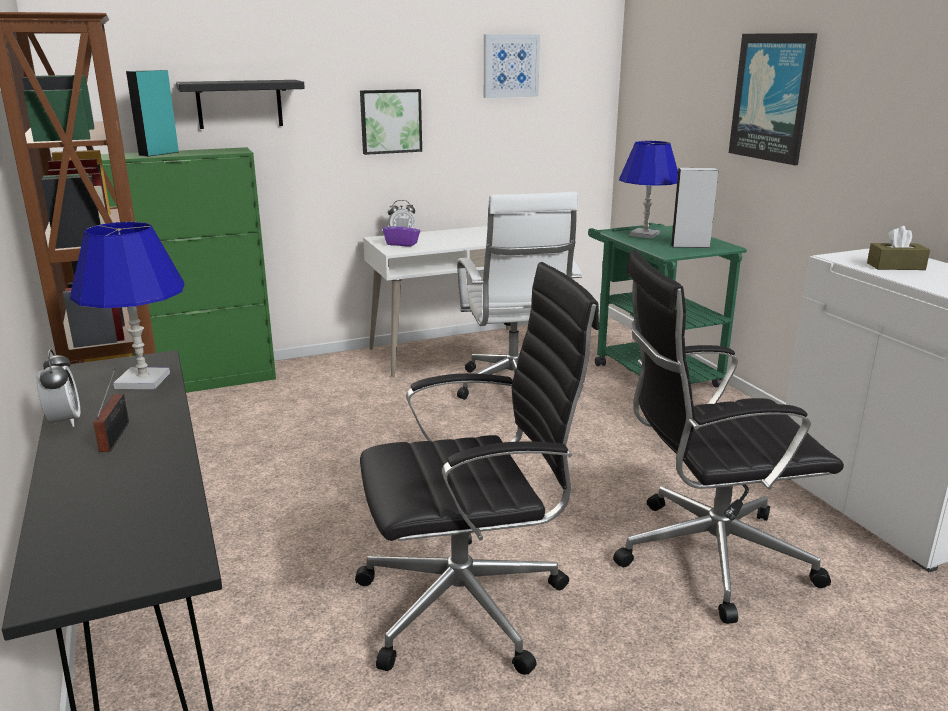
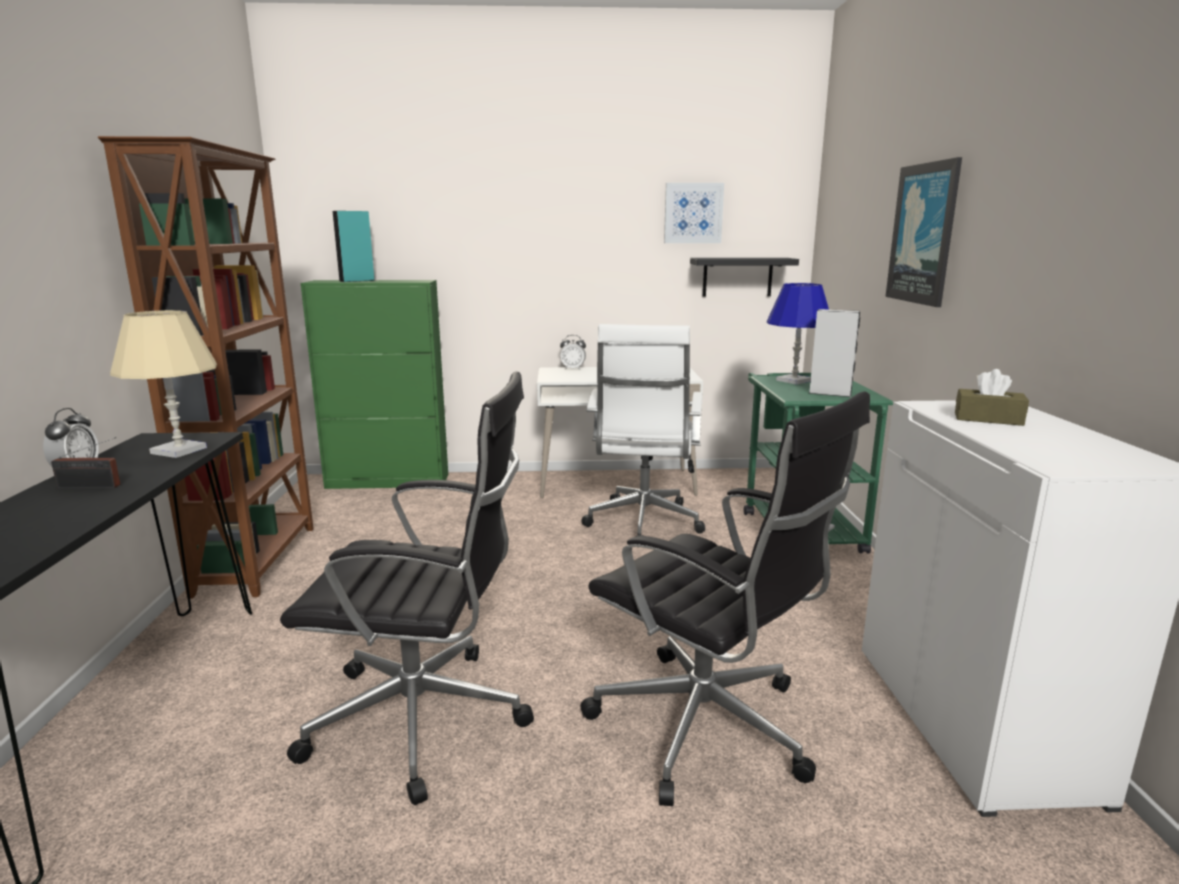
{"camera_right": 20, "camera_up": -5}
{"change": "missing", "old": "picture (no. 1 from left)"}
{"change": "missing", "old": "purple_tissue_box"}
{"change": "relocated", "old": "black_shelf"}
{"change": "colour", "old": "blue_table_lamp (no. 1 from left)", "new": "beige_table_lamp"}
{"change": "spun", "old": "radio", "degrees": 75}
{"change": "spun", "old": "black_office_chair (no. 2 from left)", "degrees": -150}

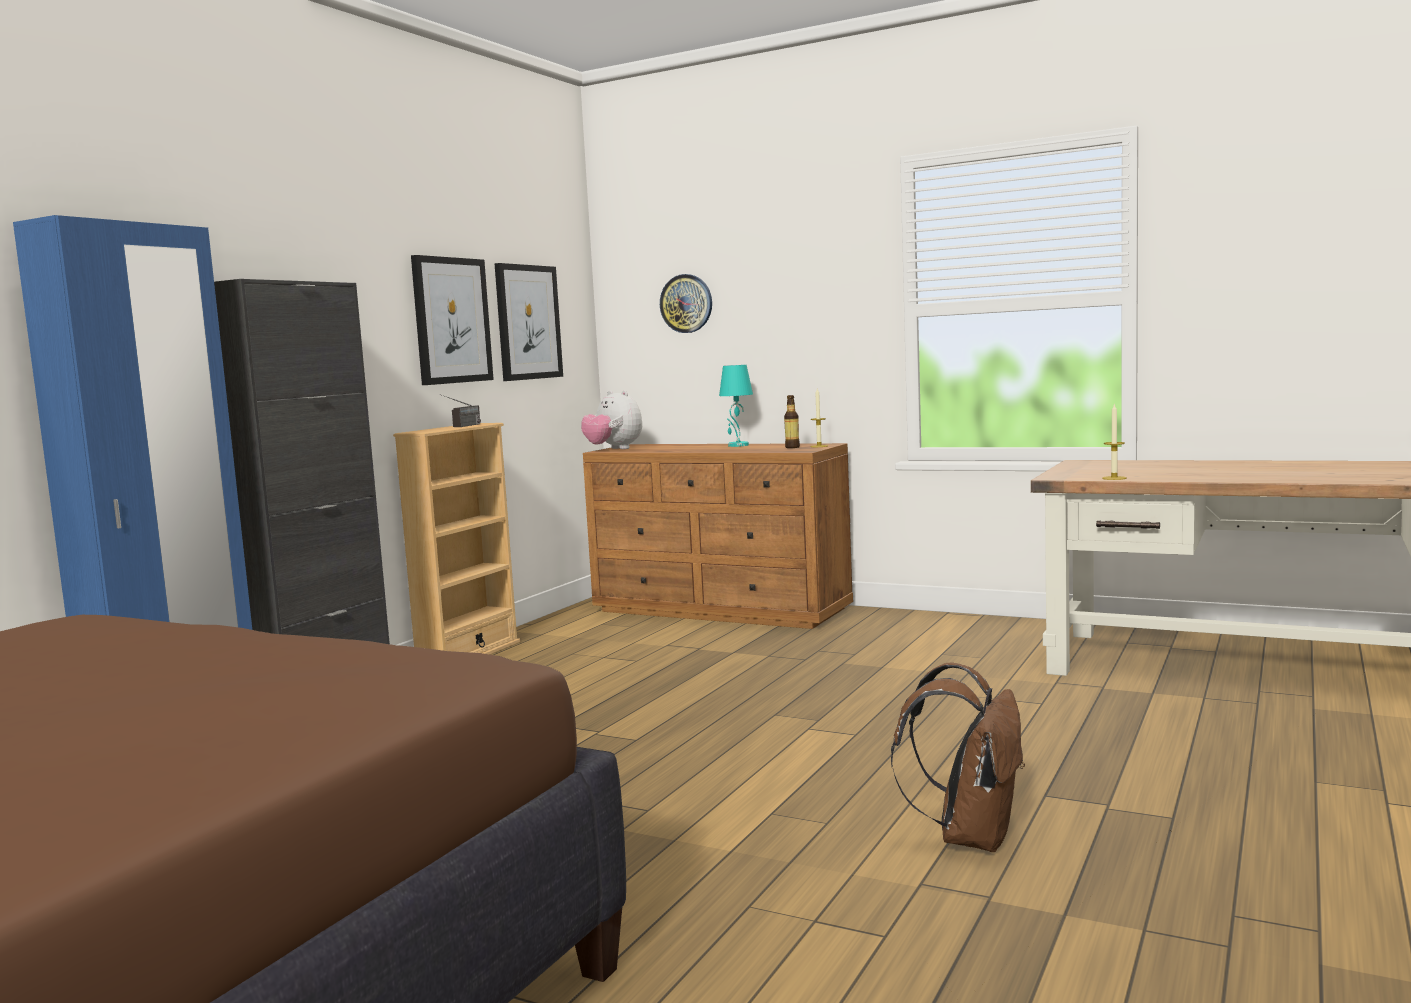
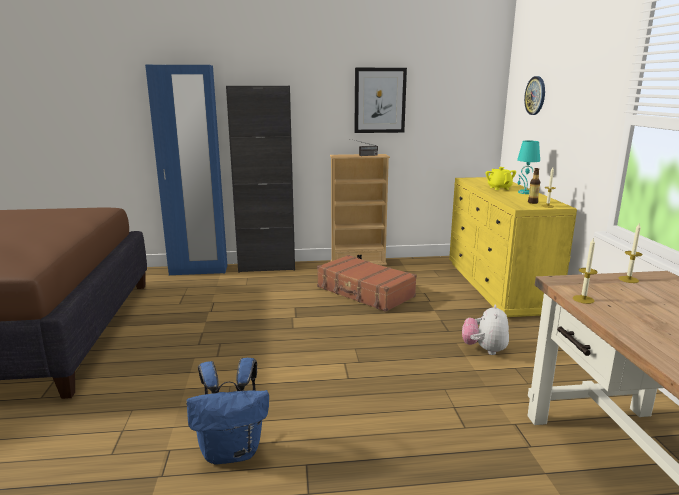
{"camera_right": 55, "camera_up": 10}
{"change": "missing", "old": "picture (no. 2 from left)"}
{"change": "appeared", "new": "brown_suitcase"}
{"change": "appeared", "new": "yellow_teapot"}
{"change": "appeared", "new": "candle (no. 3 from left)"}
{"change": "relocated", "old": "plush_toy"}
{"change": "colour", "old": "brown_dresser", "new": "yellow_dresser"}
{"change": "colour", "old": "brown_backpack", "new": "blue_backpack"}

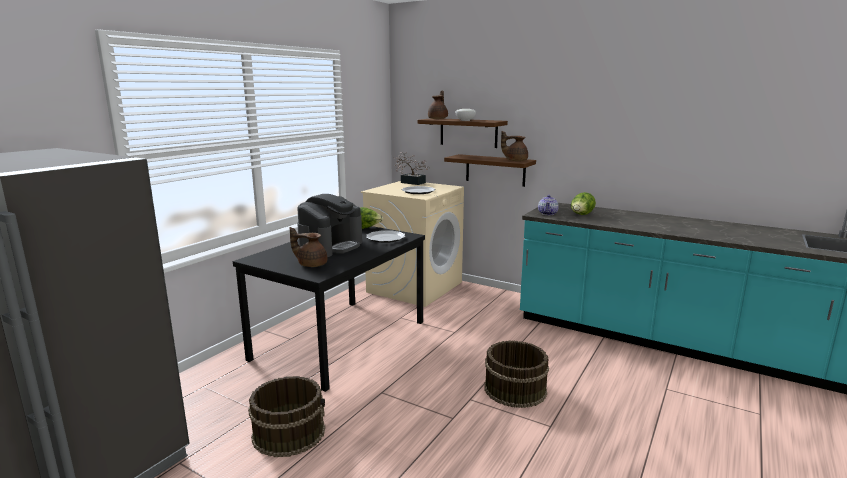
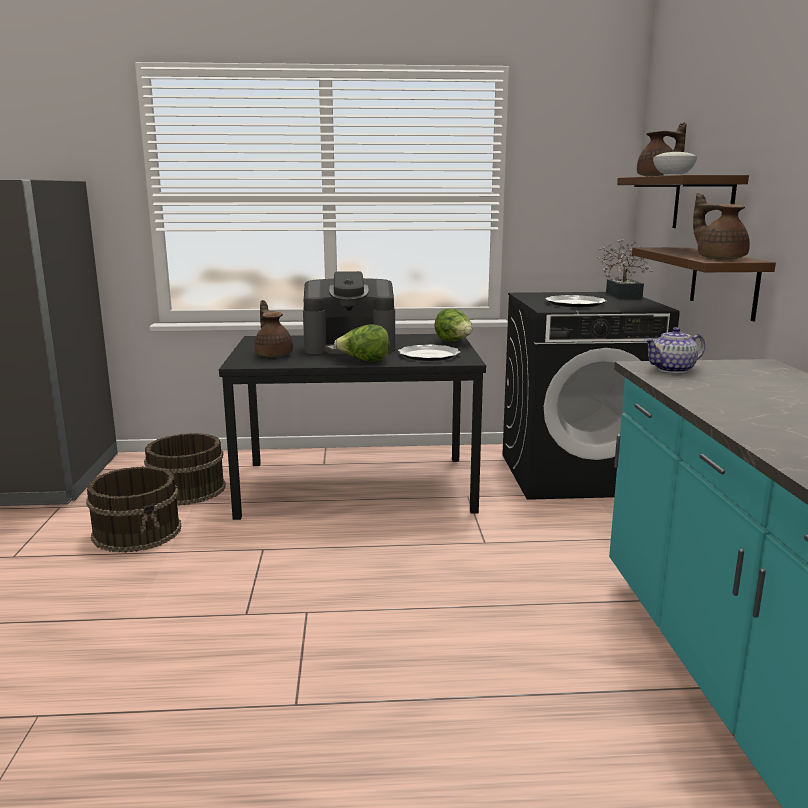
{"camera_right": 55, "camera_up": 0}
{"change": "relocated", "old": "brown_bucket (no. 2 from left)"}
{"change": "relocated", "old": "lettuce (no. 2 from left in the first image)", "new": "lettuce (no. 1 from left)"}
{"change": "colour", "old": "beige_washing_machine", "new": "black_washing_machine"}

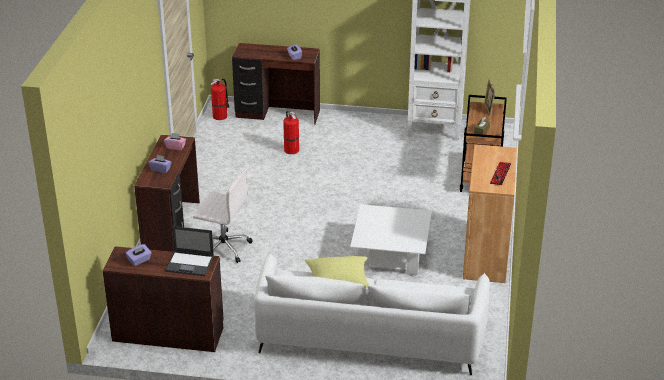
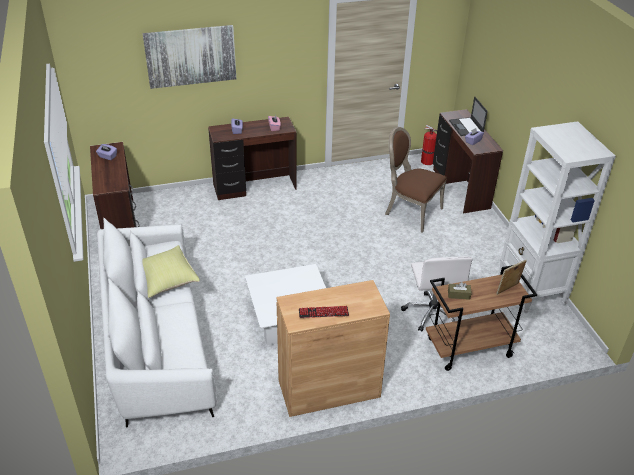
{"camera_right": 65, "camera_up": 5}
{"change": "appeared", "new": "picture"}
{"change": "relocated", "old": "laptop"}
{"change": "relocated", "old": "white_office_chair"}
{"change": "exchanged", "old": "fire_extinguisher (no. 2 from left)", "new": "brown_chair"}

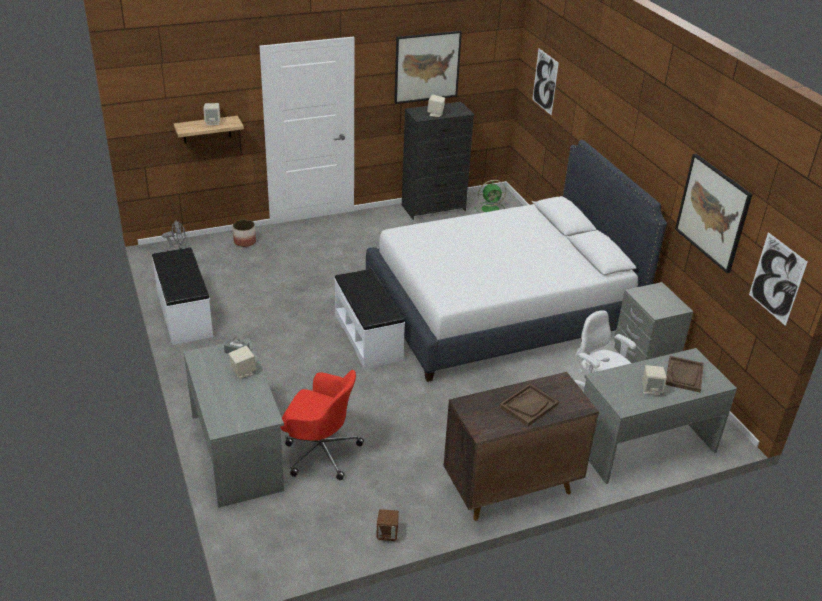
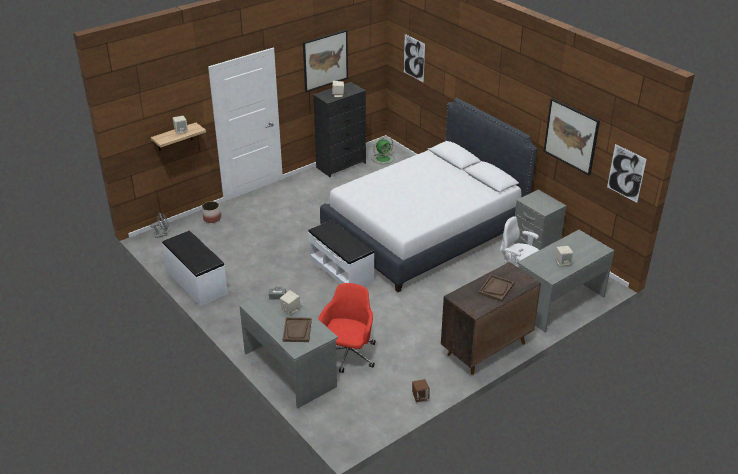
{"camera_right": -15, "camera_up": 0}
{"change": "relocated", "old": "brown_tray (no. 2 from left in the first image)", "new": "brown_tray (no. 1 from left)"}
{"change": "spun", "old": "red_office_chair", "degrees": -75}

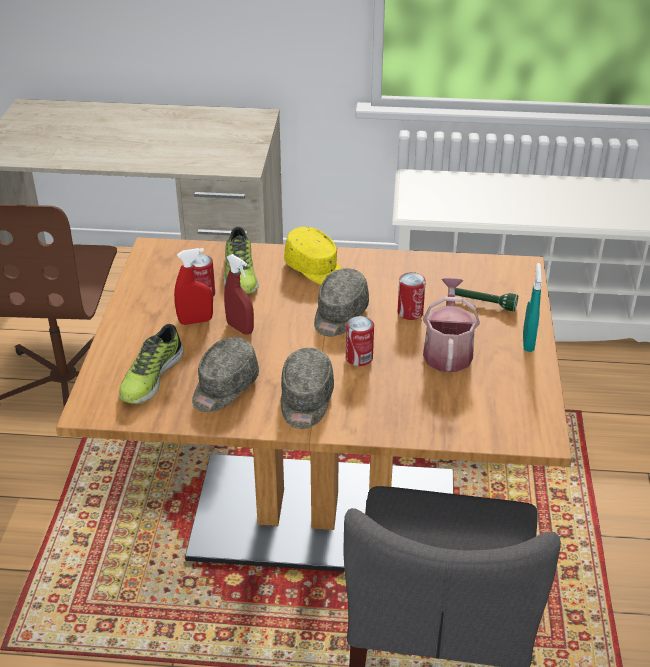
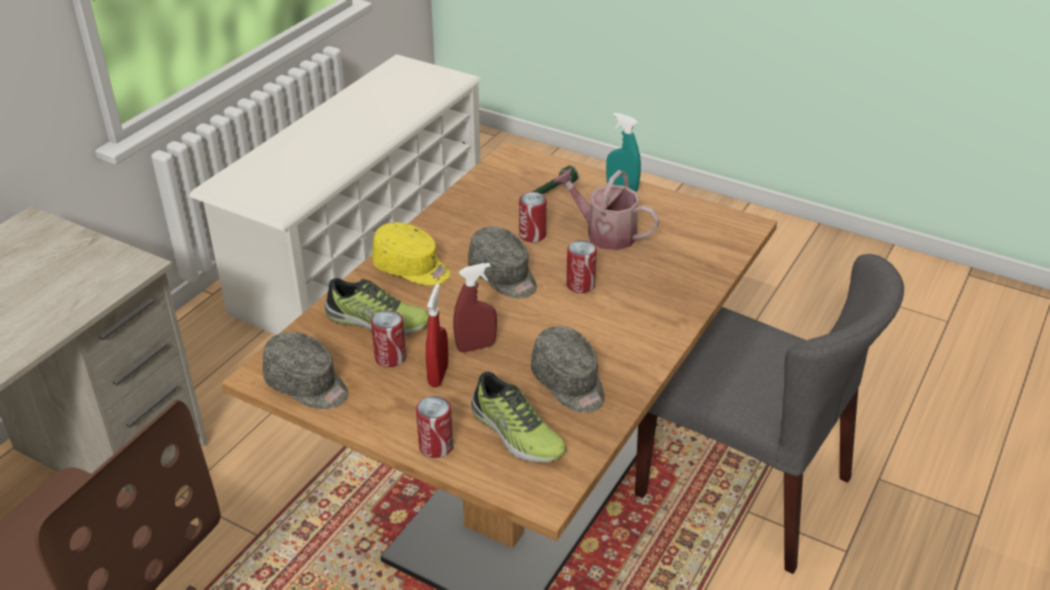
{"camera_right": -65, "camera_up": 0}
{"change": "appeared", "new": "can (no. 2 from left)"}
{"change": "relocated", "old": "grey_cap (no. 2 from left in the first image)", "new": "grey_cap (no. 1 from left)"}
{"change": "spun", "old": "yellow_cap", "degrees": 45}

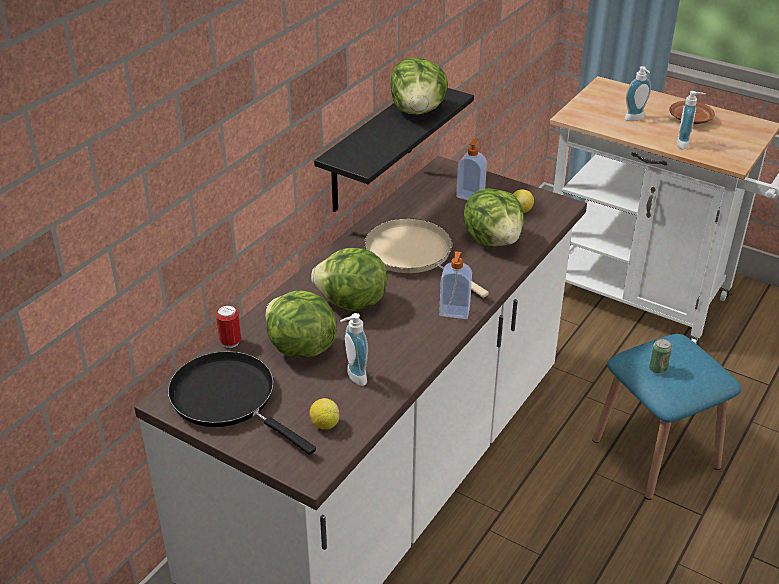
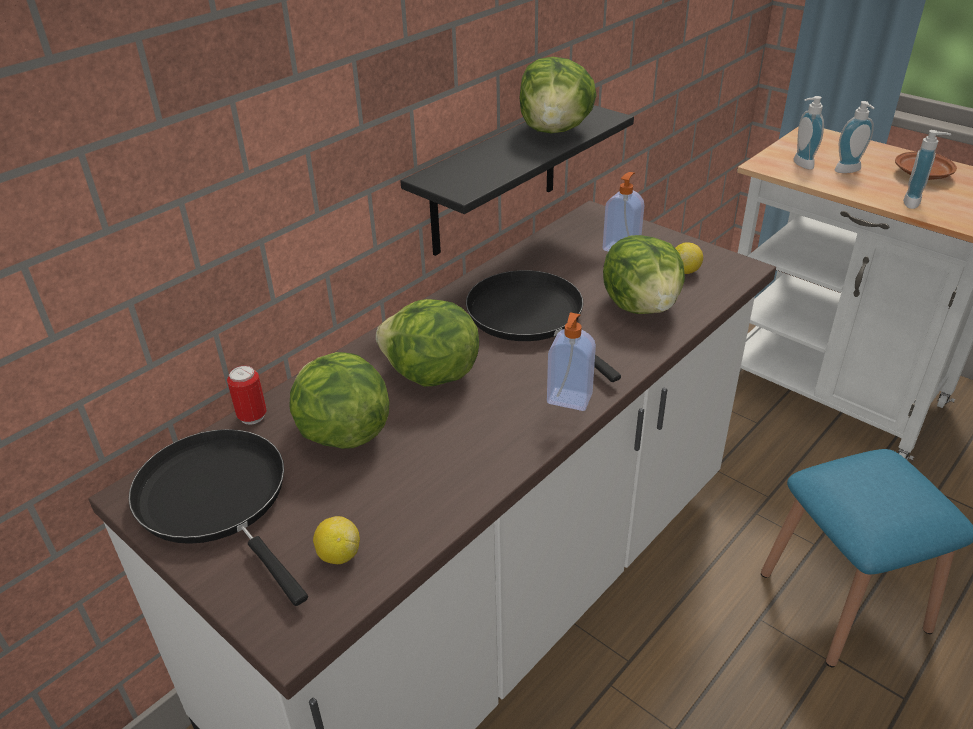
{"camera_right": 10, "camera_up": 0}
{"change": "missing", "old": "can (no. 2 from left)"}
{"change": "relocated", "old": "soap_dispenser (no. 1 from left in the first image)", "new": "soap_dispenser (no. 3 from left)"}
{"change": "colour", "old": "beige_frying_pan", "new": "black_frying_pan (no. 2 from left)"}

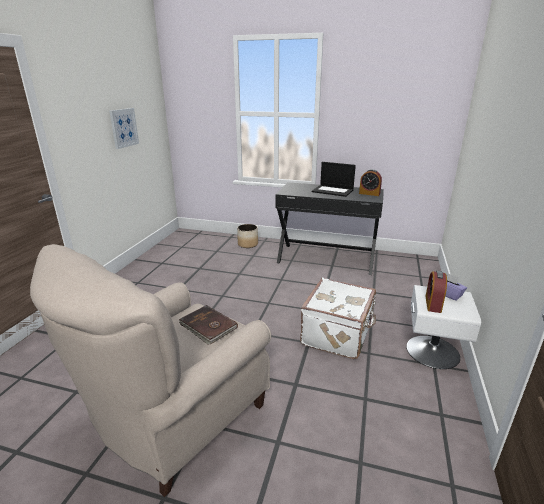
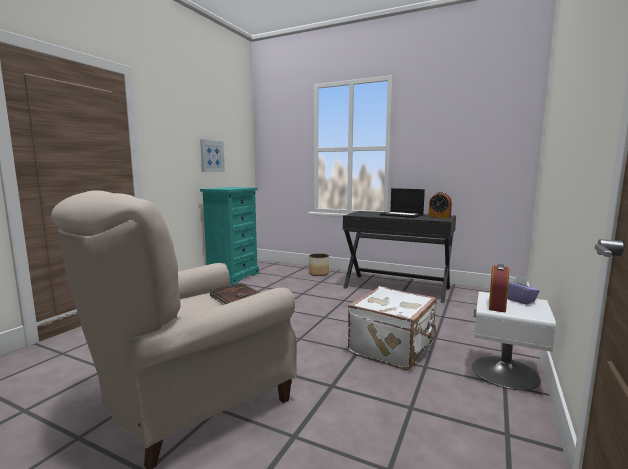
{"camera_right": 10, "camera_up": -15}
{"change": "appeared", "new": "turquoise_dresser"}

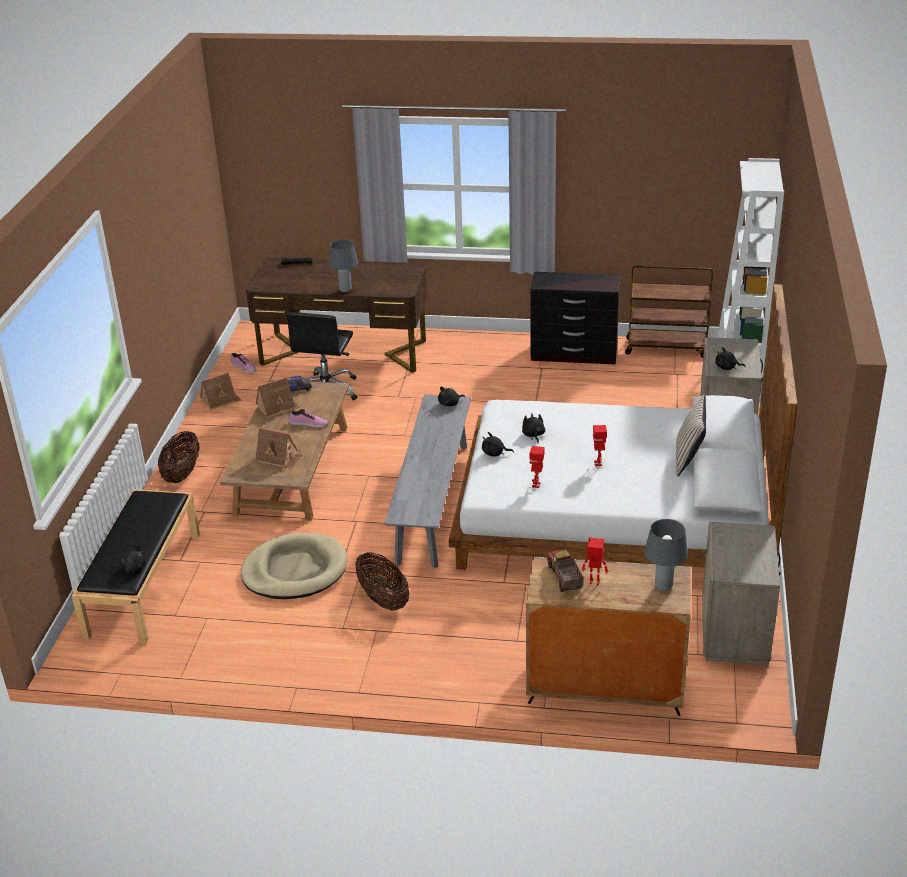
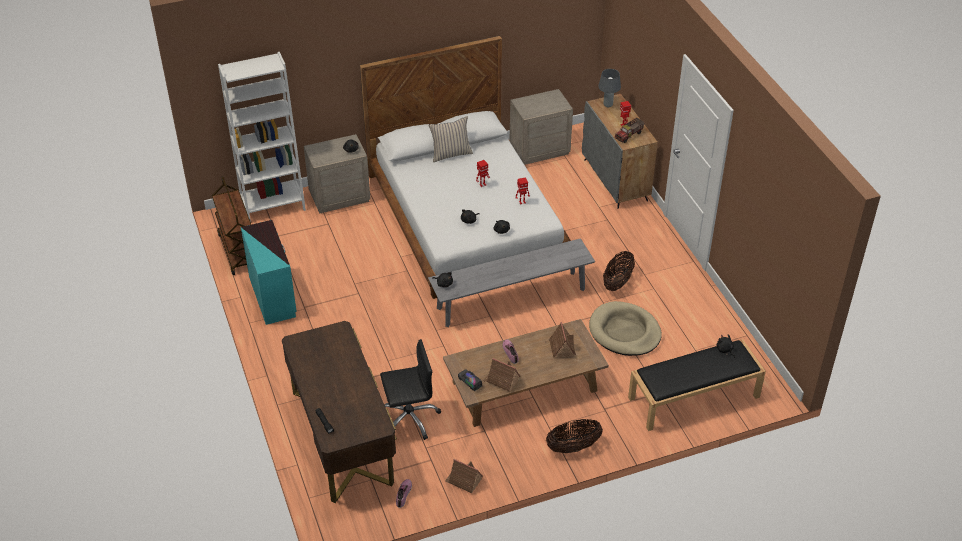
{"camera_right": -120, "camera_up": 10}
{"change": "missing", "old": "grey_table_lamp (no. 1 from left)"}
{"change": "colour", "old": "black_dresser", "new": "turquoise_dresser"}

